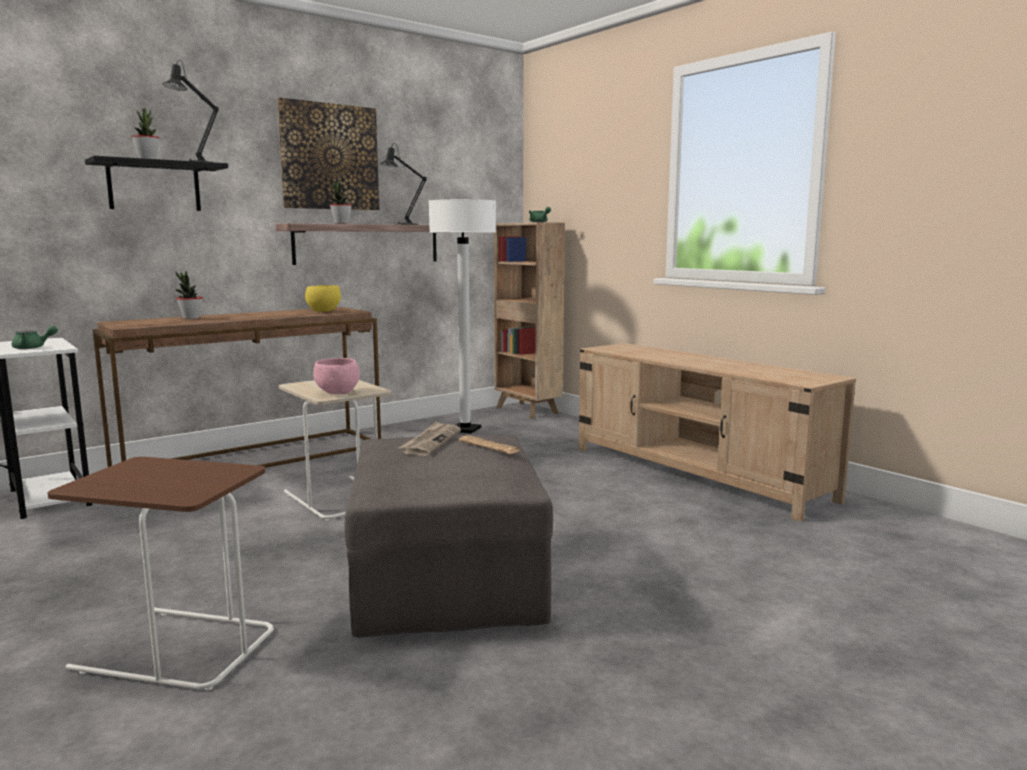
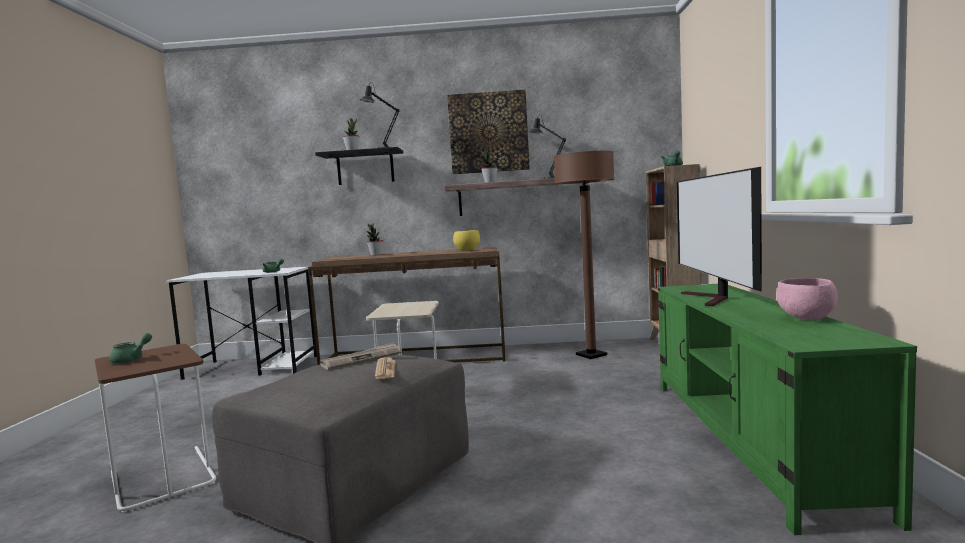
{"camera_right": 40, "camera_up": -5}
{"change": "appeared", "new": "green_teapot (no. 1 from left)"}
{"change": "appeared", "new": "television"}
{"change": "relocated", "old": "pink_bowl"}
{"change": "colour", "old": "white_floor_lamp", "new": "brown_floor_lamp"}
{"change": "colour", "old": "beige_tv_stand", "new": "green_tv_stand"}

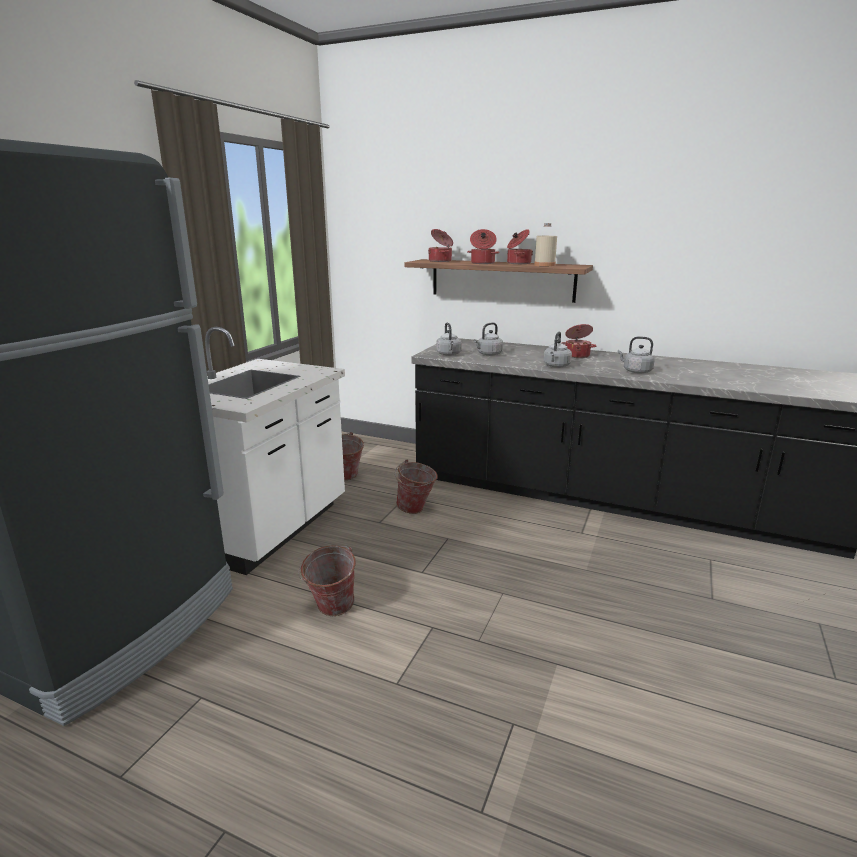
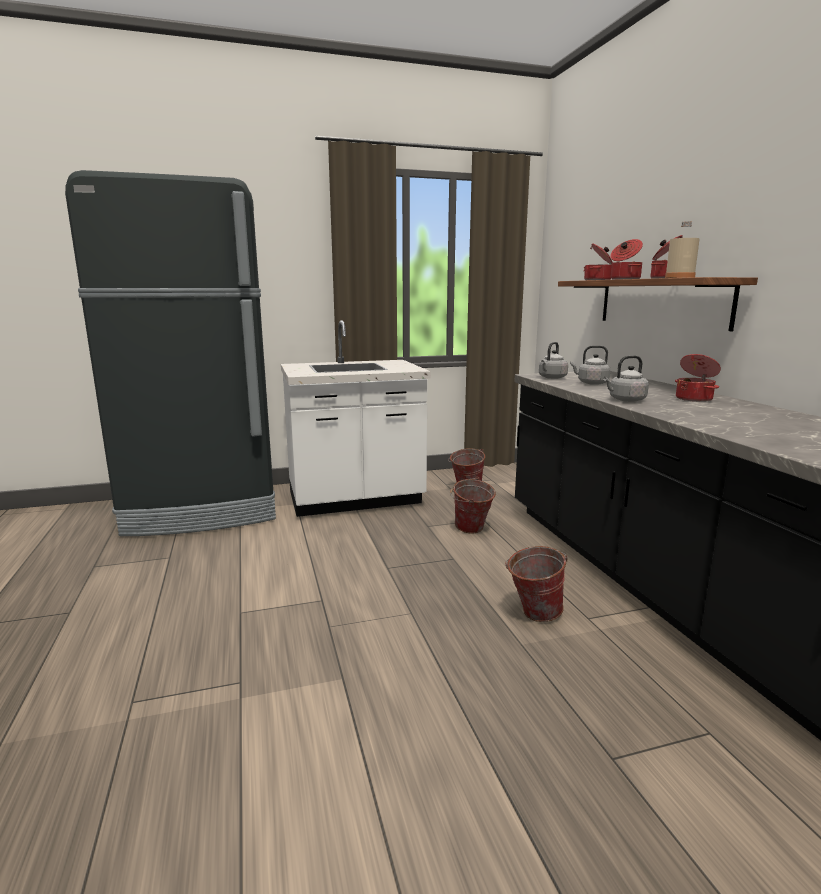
{"camera_right": 50, "camera_up": -5}
{"change": "missing", "old": "grey_kettle (no. 4 from left)"}
{"change": "relocated", "old": "bucket (no. 1 from left in the first image)", "new": "bucket (no. 3 from left)"}

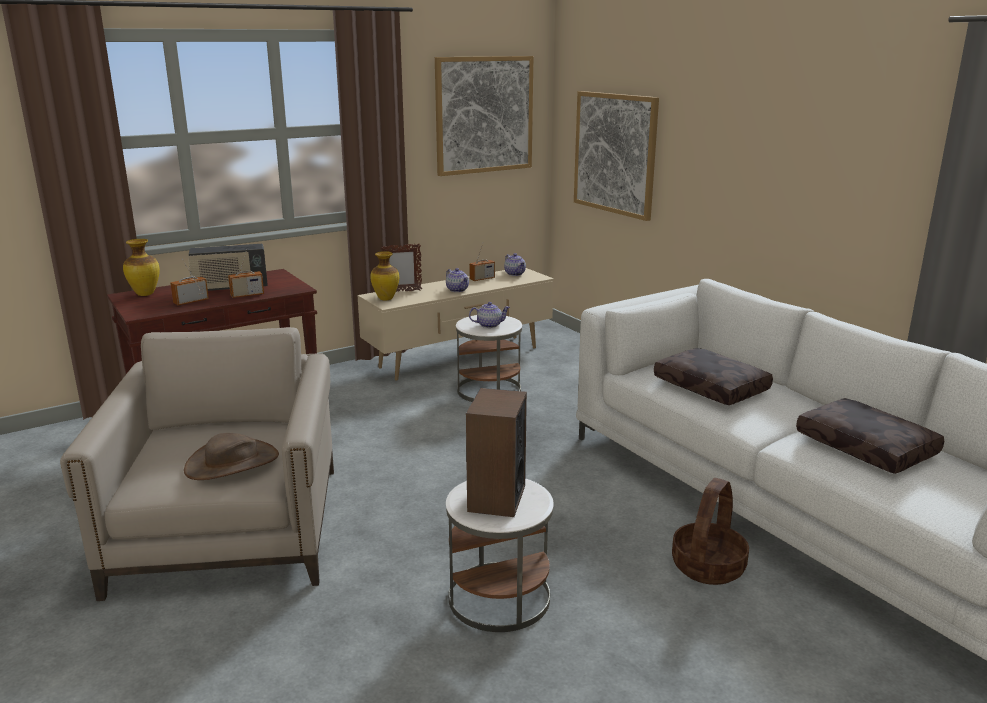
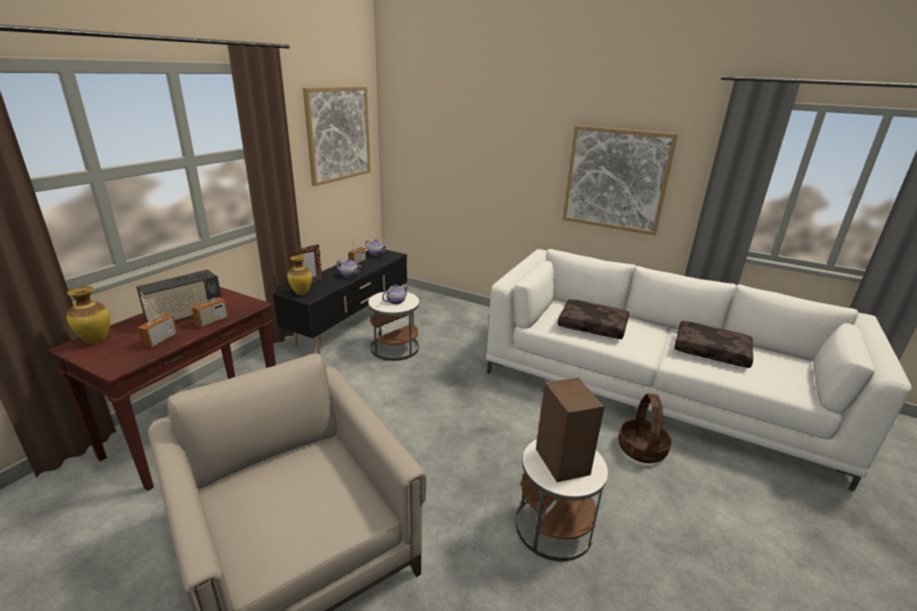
{"camera_right": -30, "camera_up": 5}
{"change": "missing", "old": "brown_hat"}
{"change": "relocated", "old": "picture (no. 2 from left)"}
{"change": "colour", "old": "beige_tv_stand", "new": "black_tv_stand"}

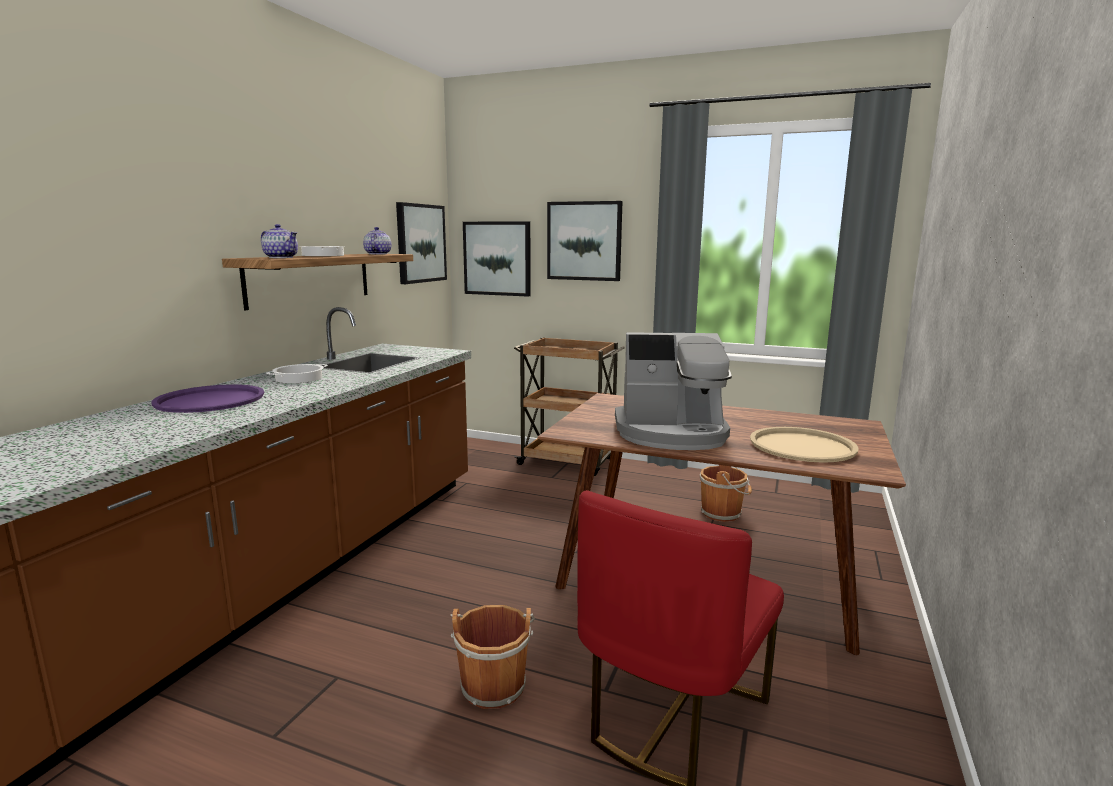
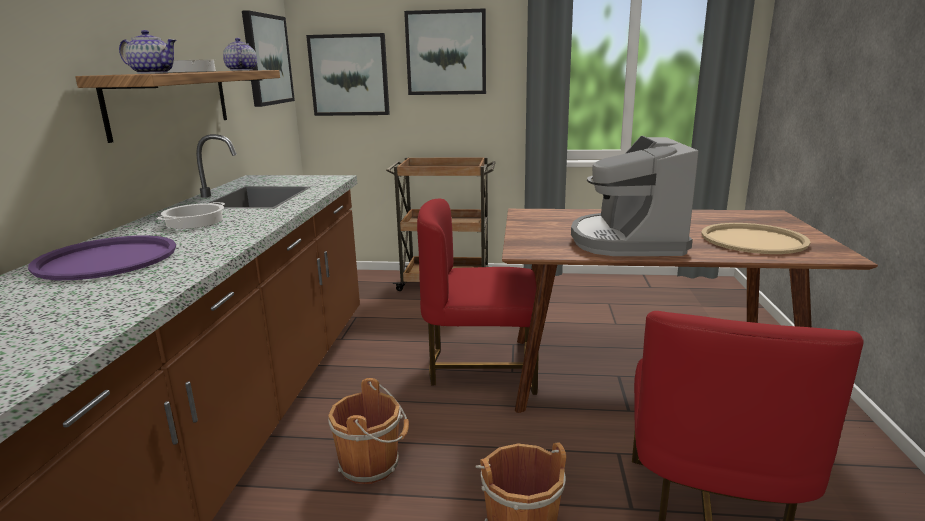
{"camera_right": -15, "camera_up": 5}
{"change": "appeared", "new": "red_chair (no. 1 from left)"}
{"change": "relocated", "old": "brown_bucket (no. 2 from left in the first image)", "new": "brown_bucket (no. 1 from left)"}
{"change": "spun", "old": "coffee_machine", "degrees": 105}

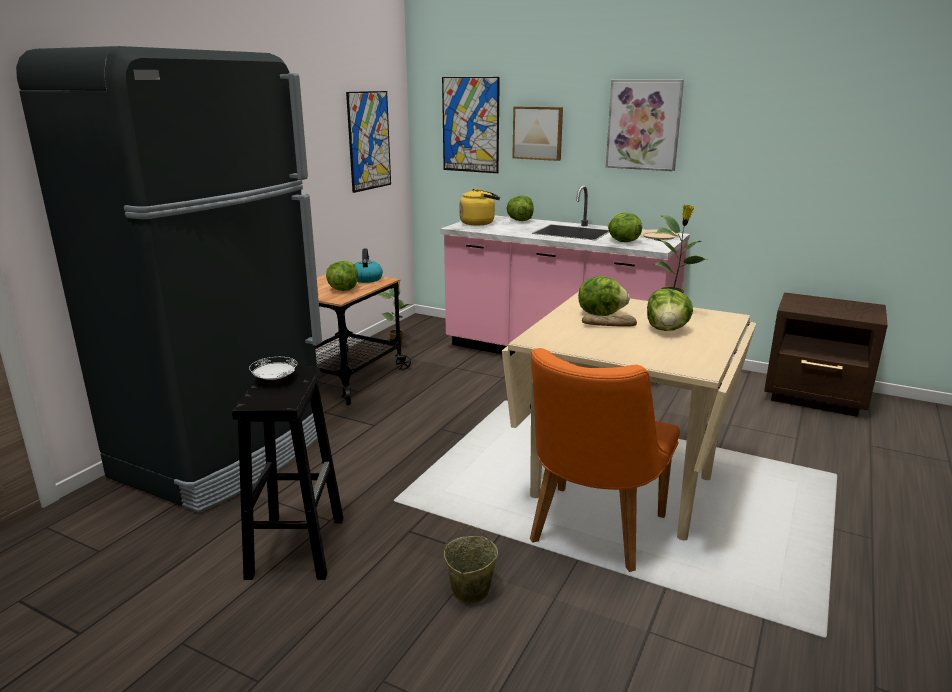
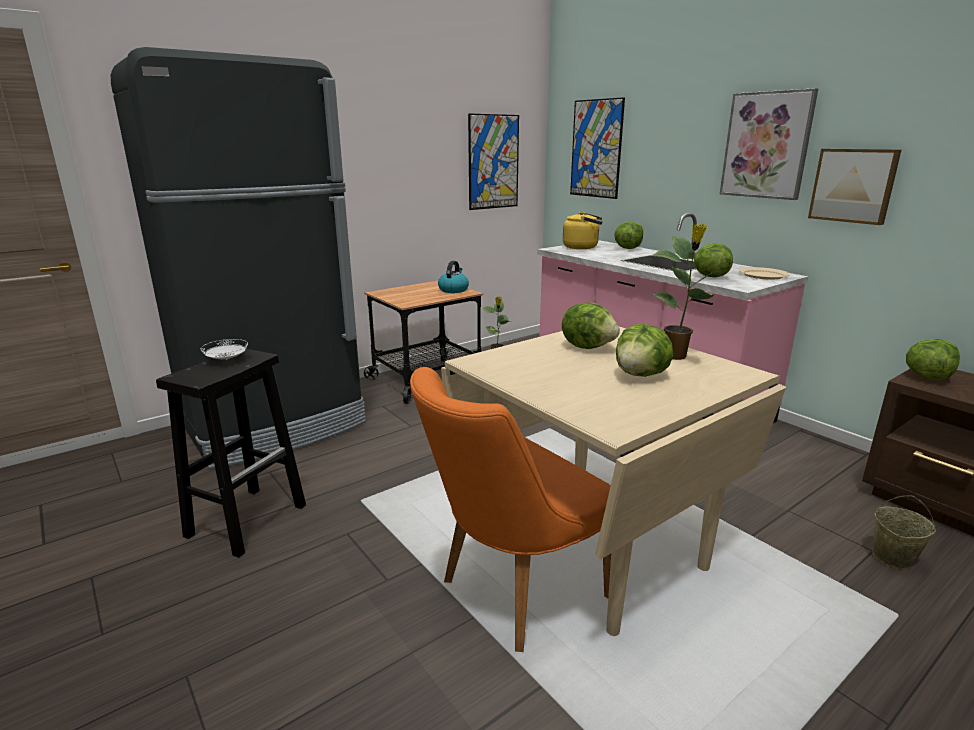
{"camera_right": 25, "camera_up": 0}
{"change": "missing", "old": "bread"}
{"change": "relocated", "old": "lettuce (no. 1 from left in the first image)", "new": "lettuce (no. 5 from left)"}
{"change": "relocated", "old": "beige_bucket"}
{"change": "relocated", "old": "picture (no. 3 from left in the first image)", "new": "picture (no. 4 from left)"}

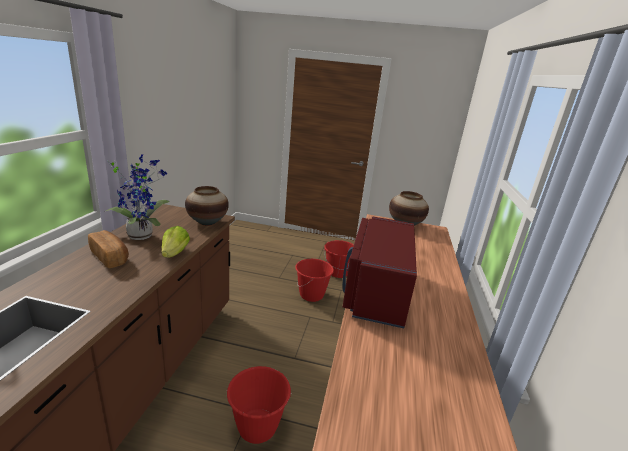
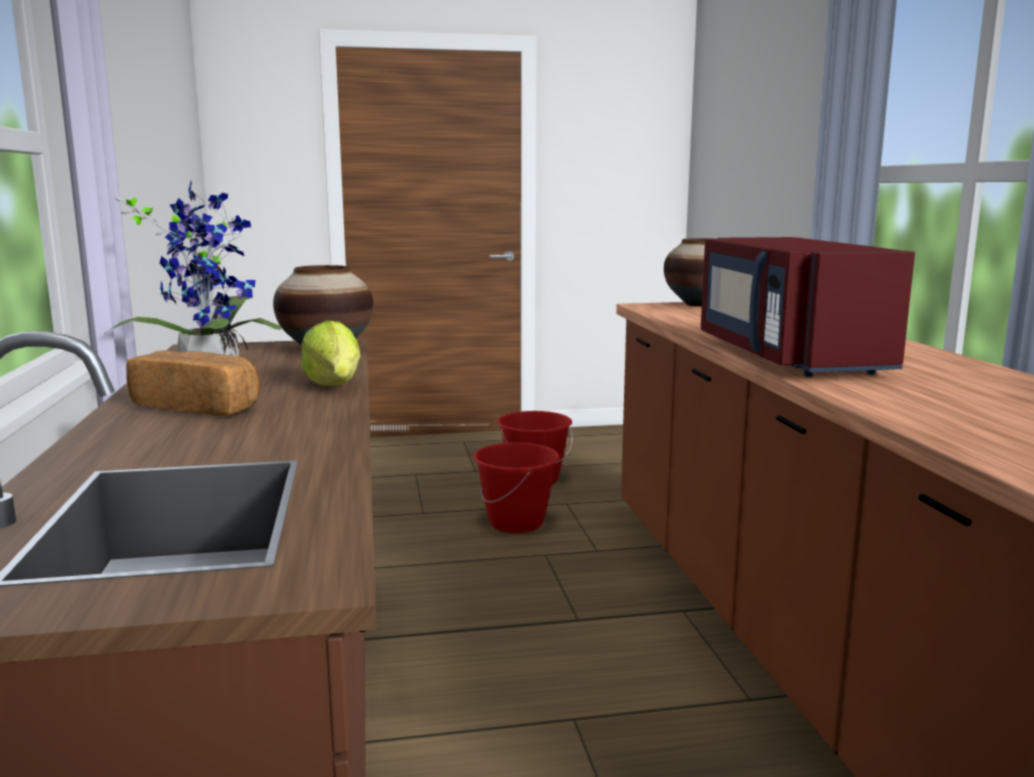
{"camera_right": -20, "camera_up": -10}
{"change": "missing", "old": "red_bucket (no. 1 from left)"}

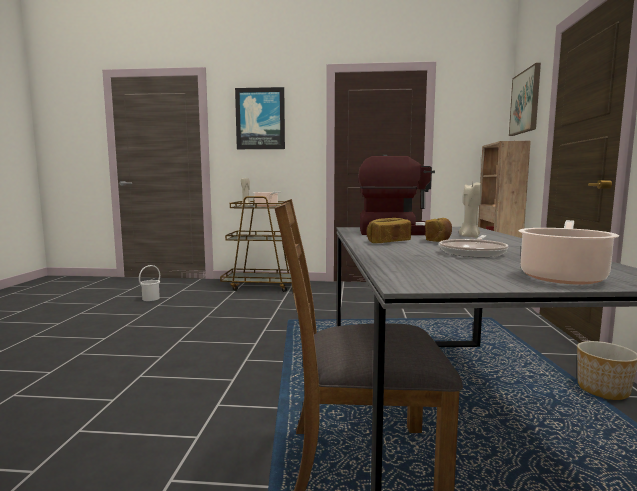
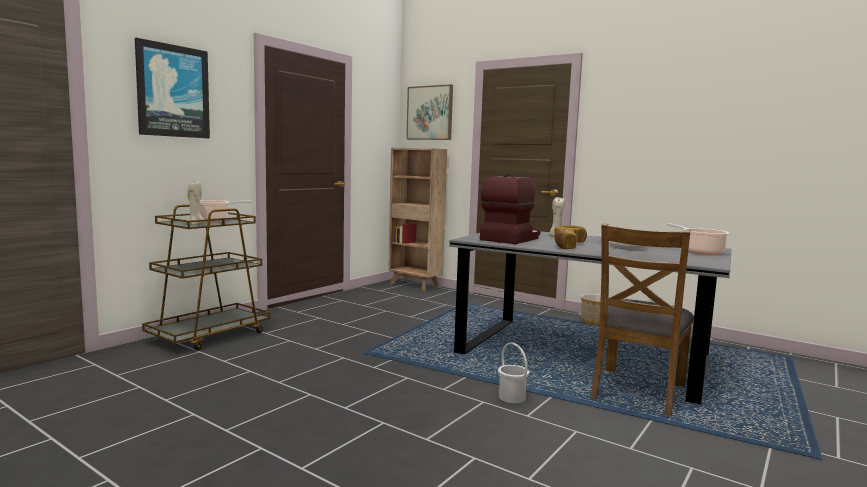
{"camera_right": -60, "camera_up": 0}
{"change": "relocated", "old": "white_bucket"}

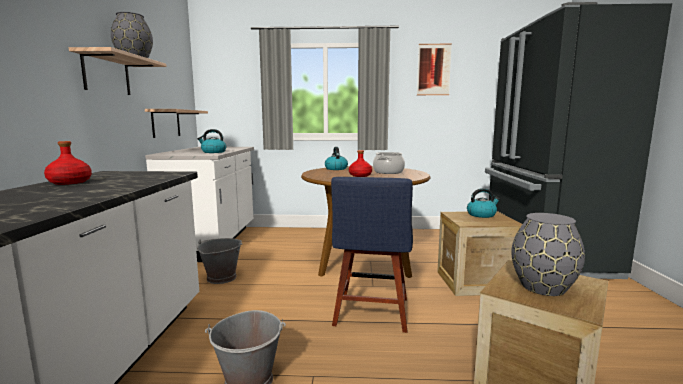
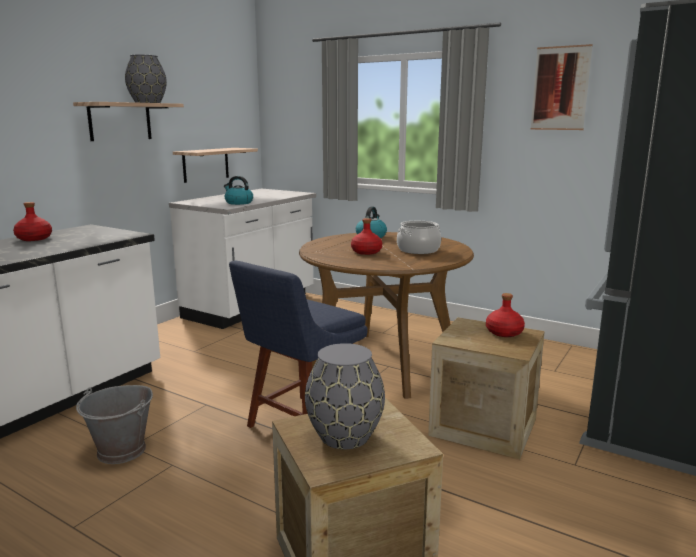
{"camera_right": 30, "camera_up": 5}
{"change": "missing", "old": "grey_bucket (no. 1 from left)"}
{"change": "exchanged", "old": "kettle (no. 3 from left)", "new": "red_bottle (no. 3 from left)"}

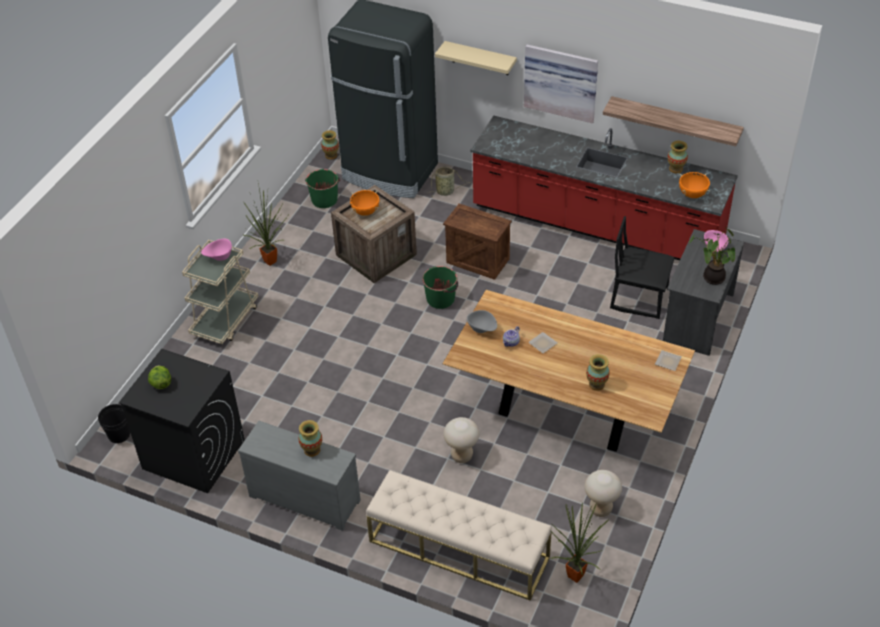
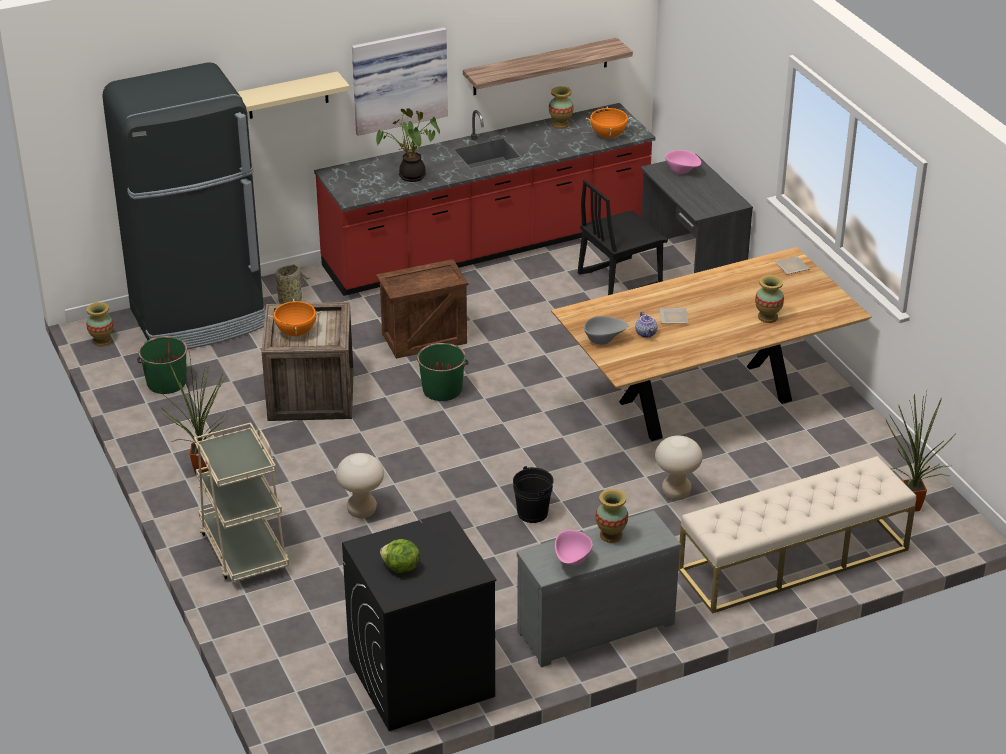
{"camera_right": -50, "camera_up": -10}
{"change": "relocated", "old": "black_bucket"}
{"change": "relocated", "old": "pink_bowl (no. 1 from left)"}
{"change": "relocated", "old": "beige_stool (no. 2 from left in the first image)", "new": "beige_stool (no. 1 from left)"}
{"change": "relocated", "old": "potted_plant (no. 3 from left in the first image)", "new": "potted_plant (no. 2 from left)"}

